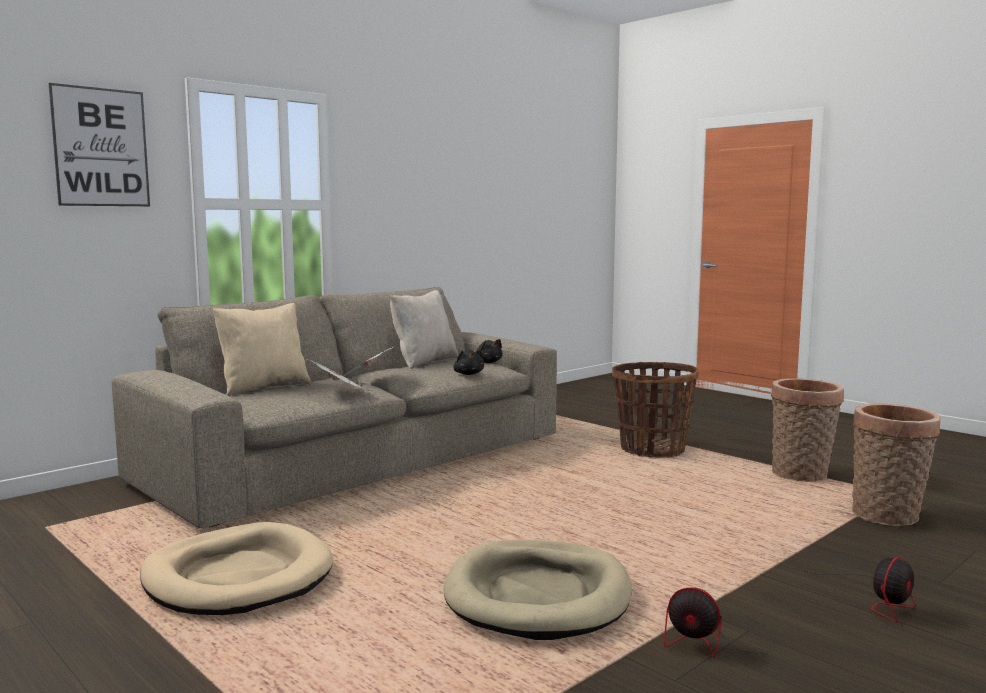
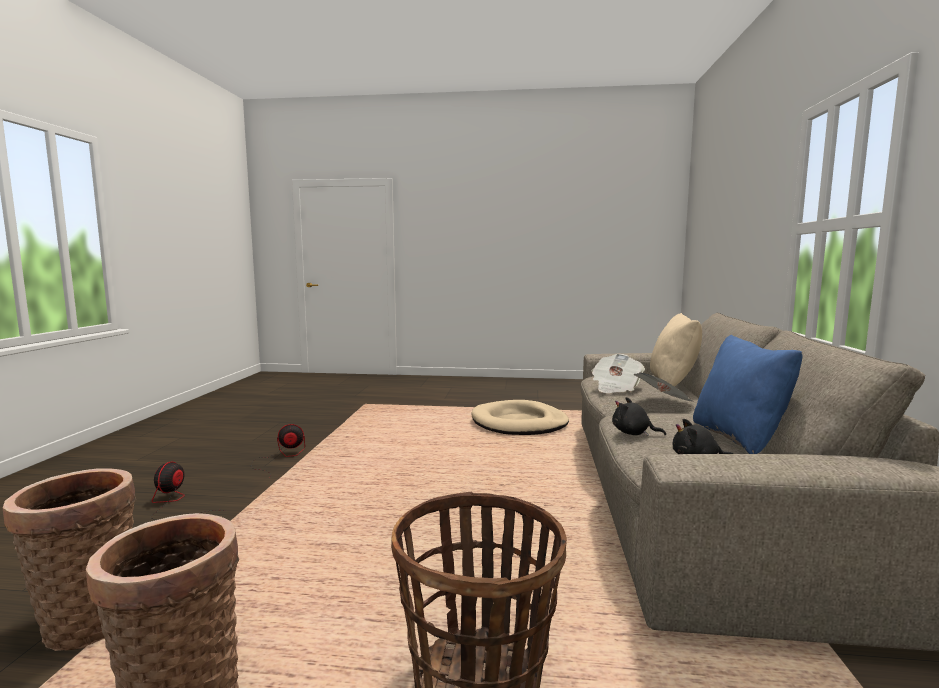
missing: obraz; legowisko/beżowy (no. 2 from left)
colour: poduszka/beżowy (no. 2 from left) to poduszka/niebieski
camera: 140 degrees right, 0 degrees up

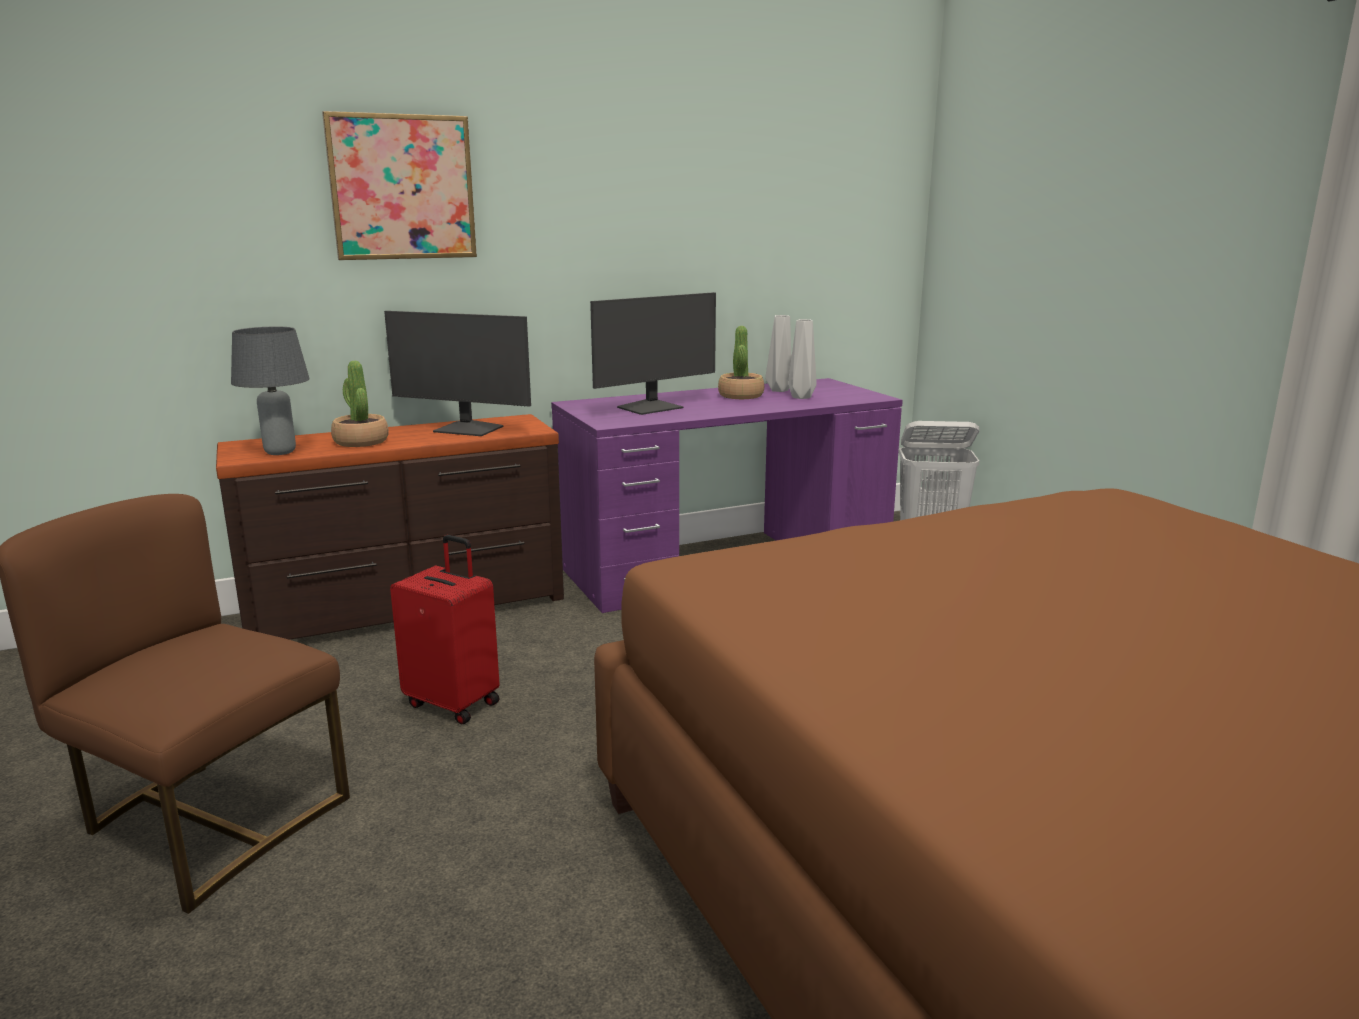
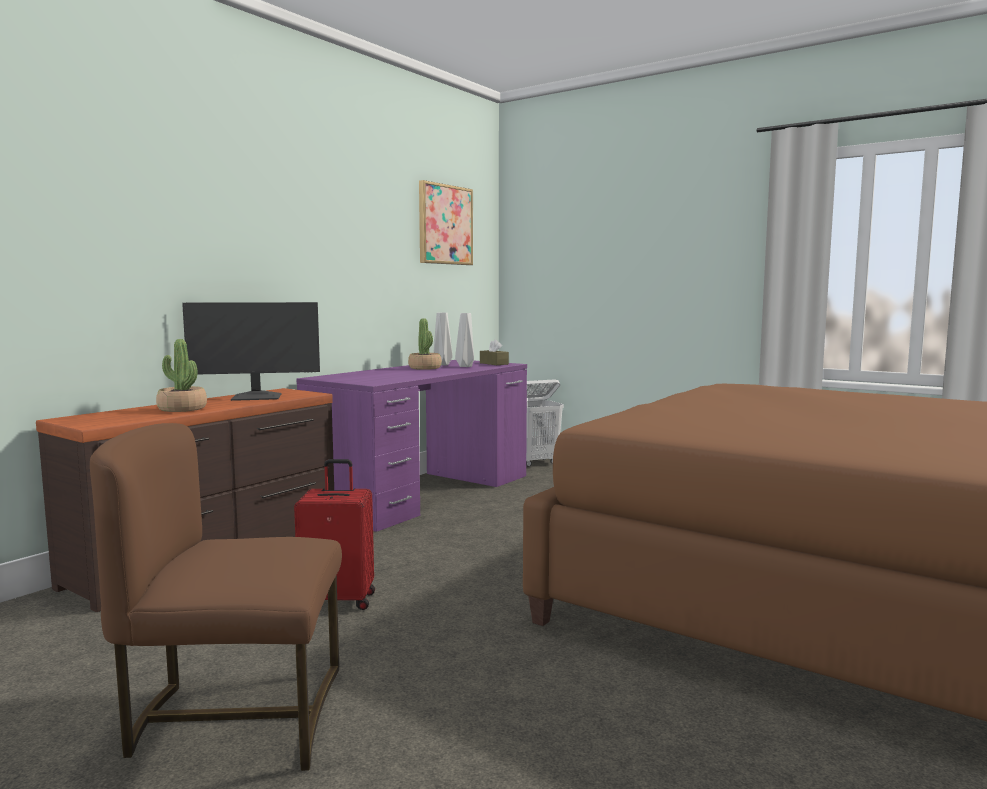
missing: monitor (no. 2 from left); lampa stołowa/szary
appeared: pudełko chusteczek/brązowy
relocated: obraz
camera: 30 degrees left, 10 degrees down

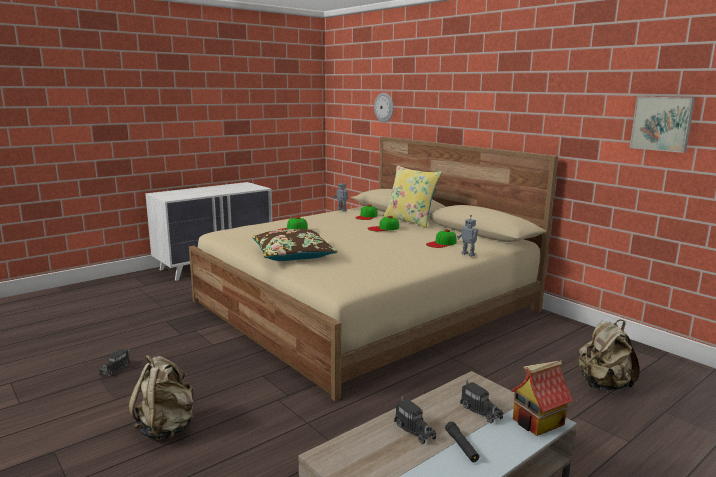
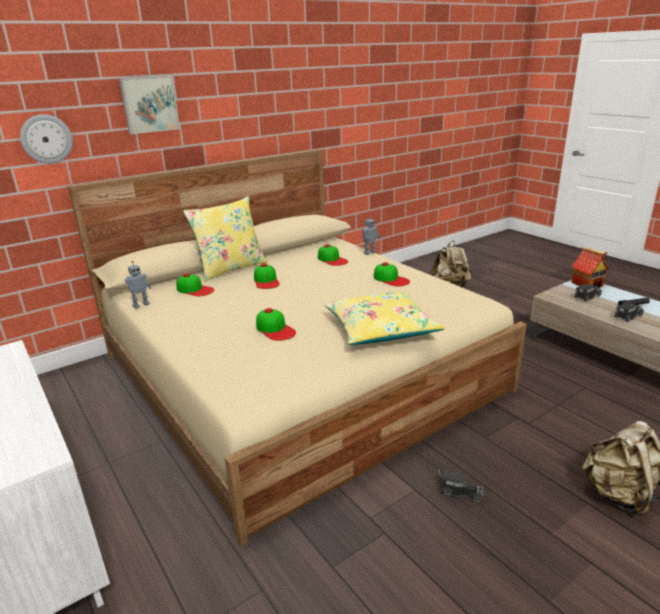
appeared: czapka z daszkiem (no. 5 from left)
relocated: obraz; ciężarówka zabawkowa (no. 1 from left)
colour: poduszka/brązowy to poduszka/żółty (no. 2 from left)
camera: 85 degrees left, 10 degrees up

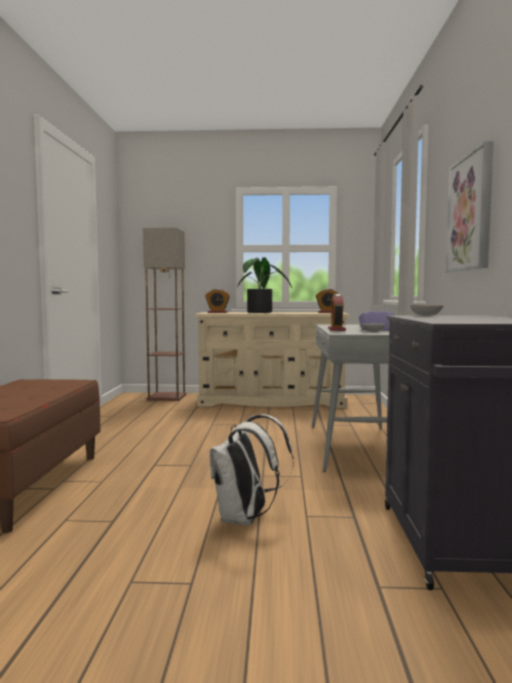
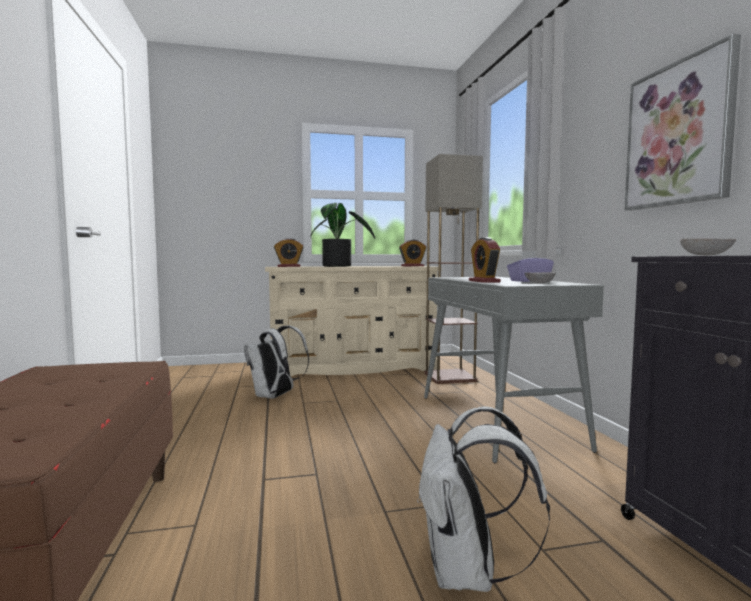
appeared: plecak/biały (no. 1 from left)
relocated: lampa stojąca
camera: 15 degrees left, 0 degrees up

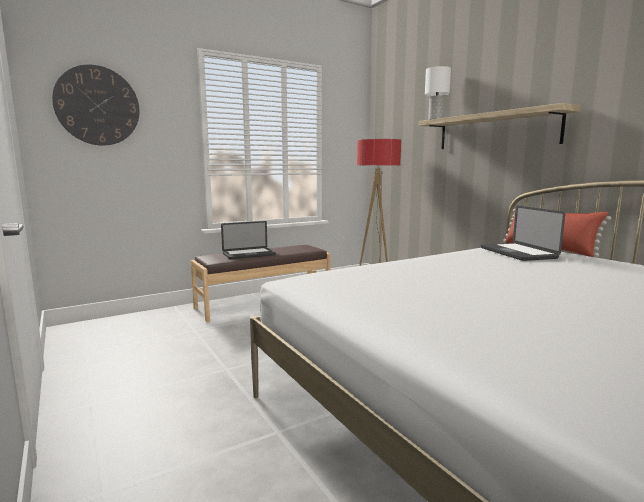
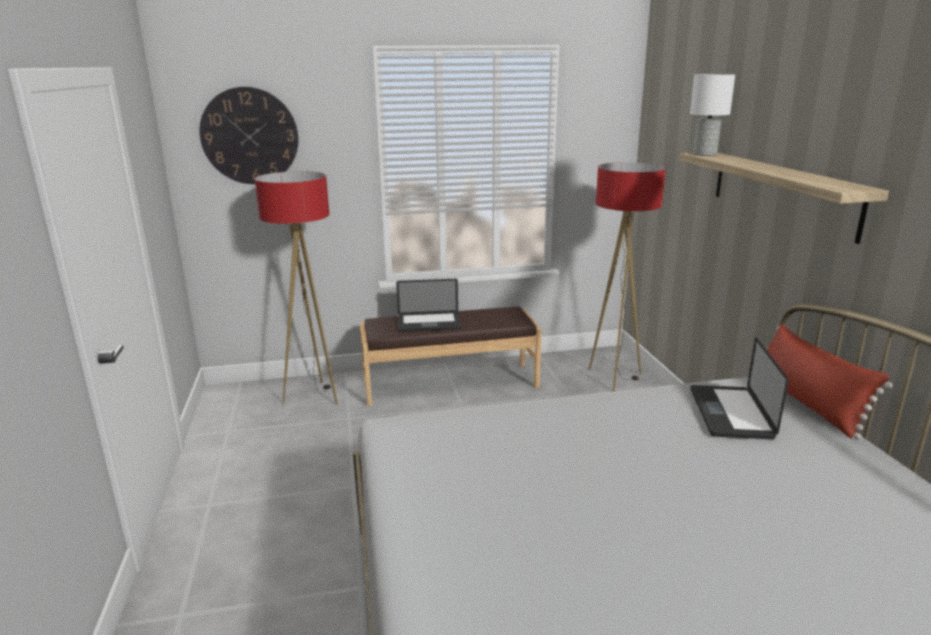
appeared: lampa stojąca (no. 1 from left)
camera: 20 degrees right, 10 degrees up

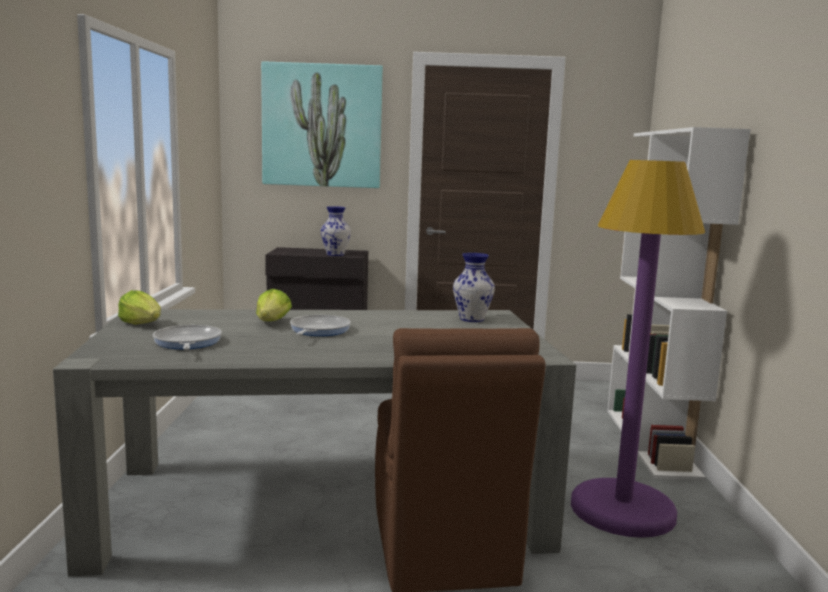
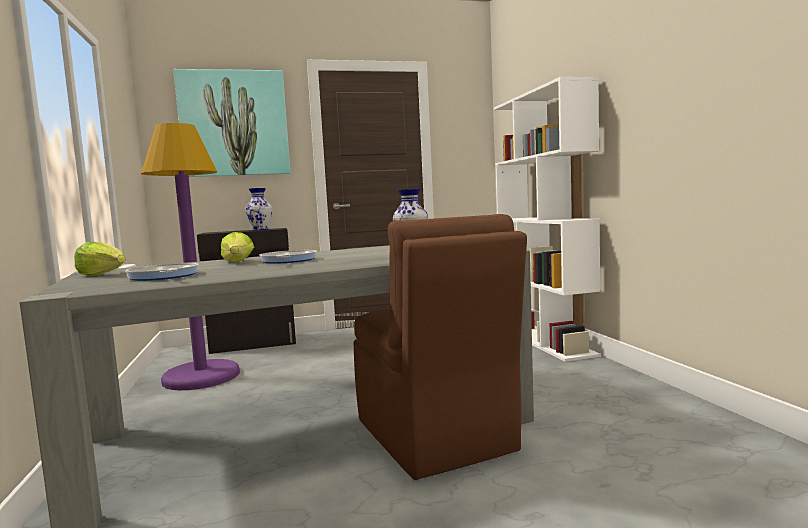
relocated: lampa stojąca/fioletowy
camera: 15 degrees left, 5 degrees down

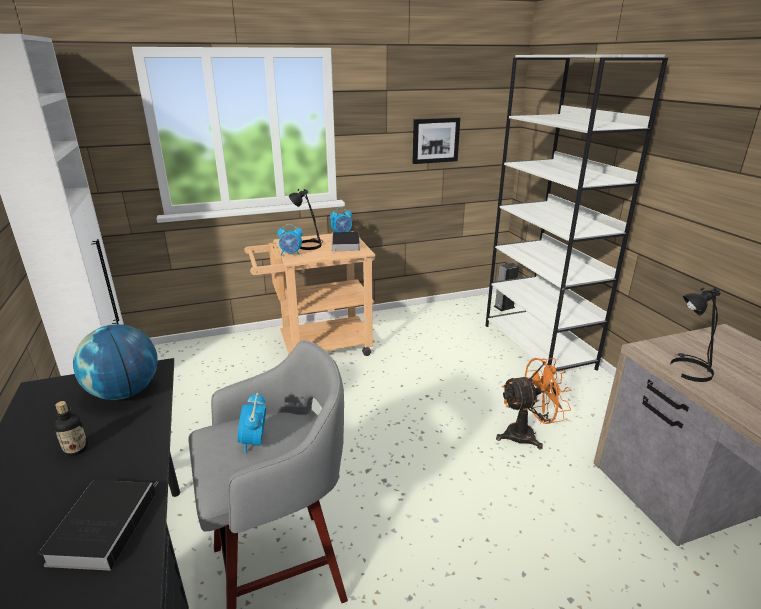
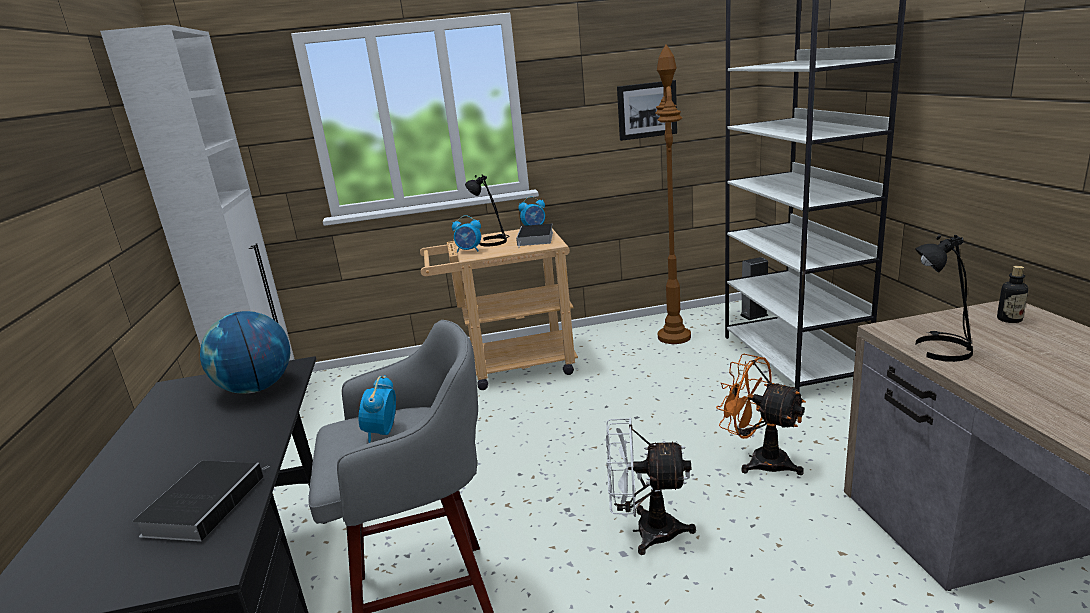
appeared: lampa stojąca/brązowy; wentylator/biały
relocated: butelka
spun: wentylator/pomarańczowy 135 degrees counterclockwise
camera: 10 degrees right, 5 degrees down

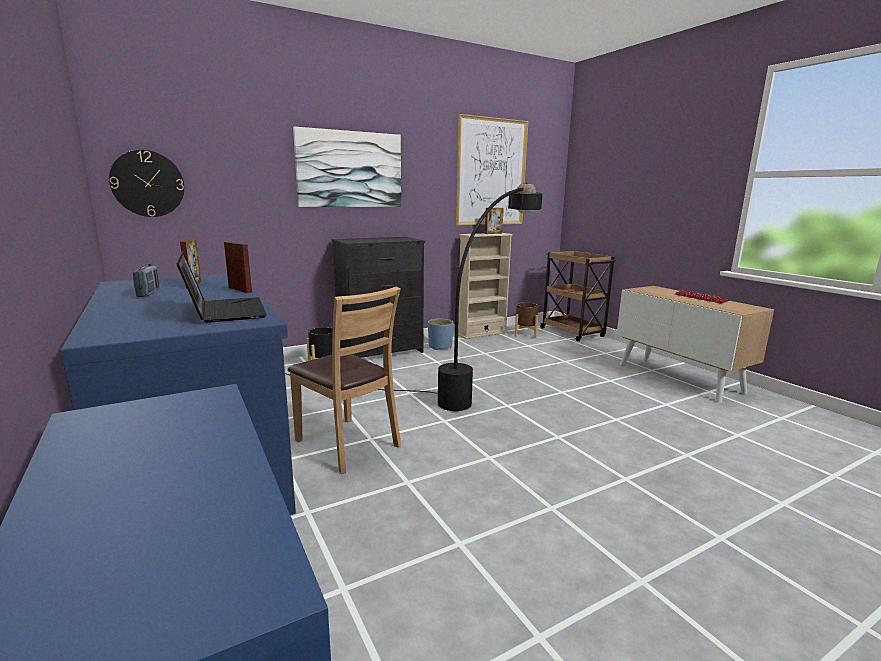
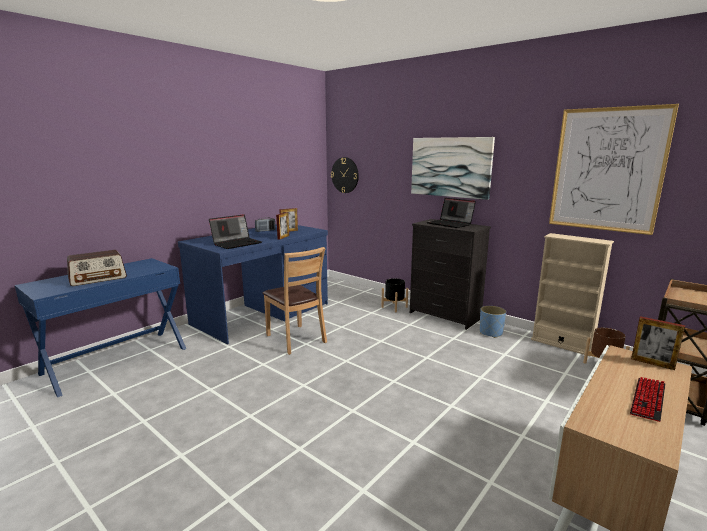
missing: lampa stojąca/czarny
appeared: laptop (no. 2 from left); radio (no. 1 from left)
relocated: ramka na zdjęcie (no. 3 from left)
spun: krzesło/brązowy 60 degrees counterclockwise
camera: 70 degrees right, 0 degrees up

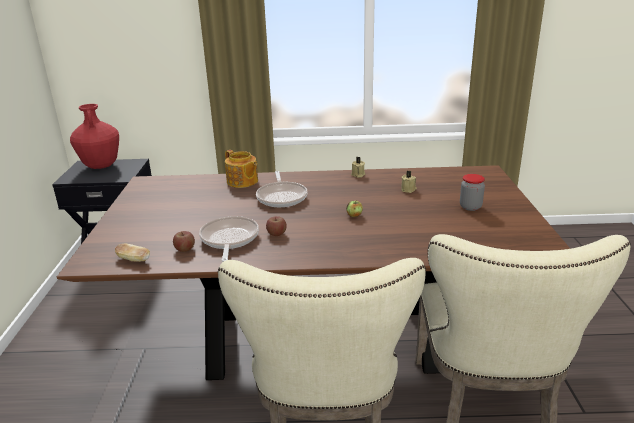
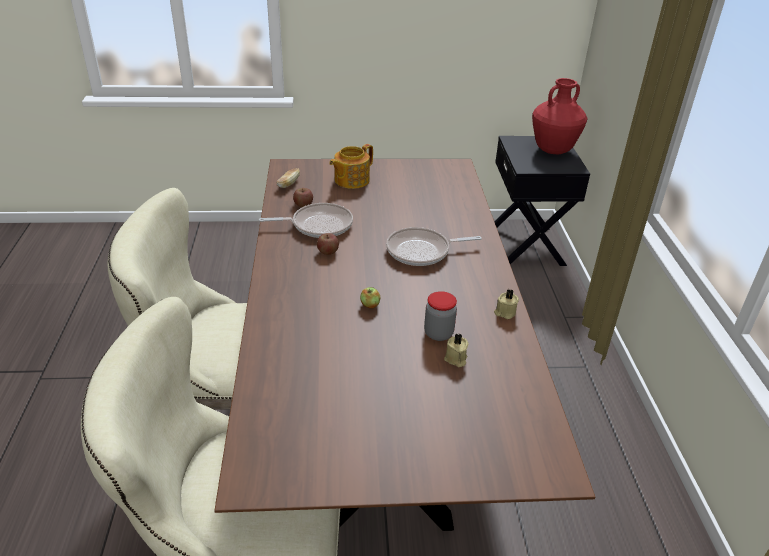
relocated: imbryk; słoik
camera: 85 degrees right, 10 degrees up

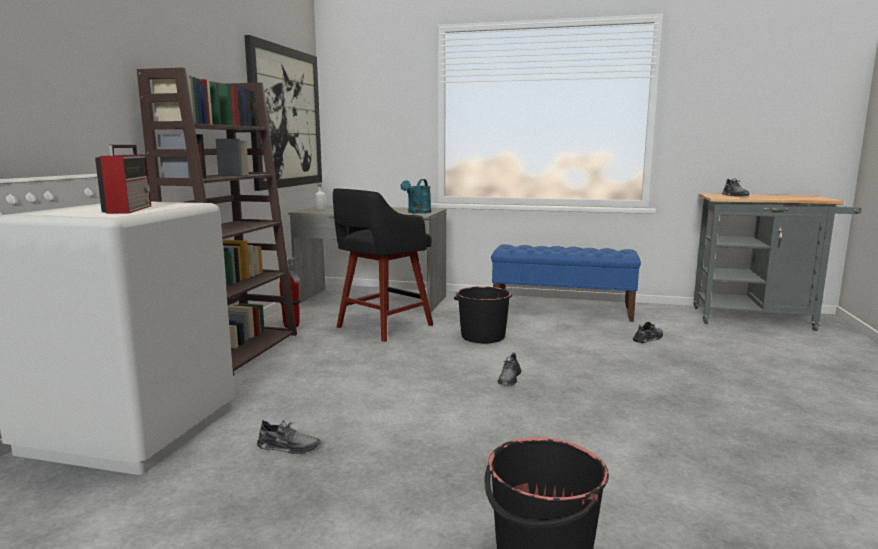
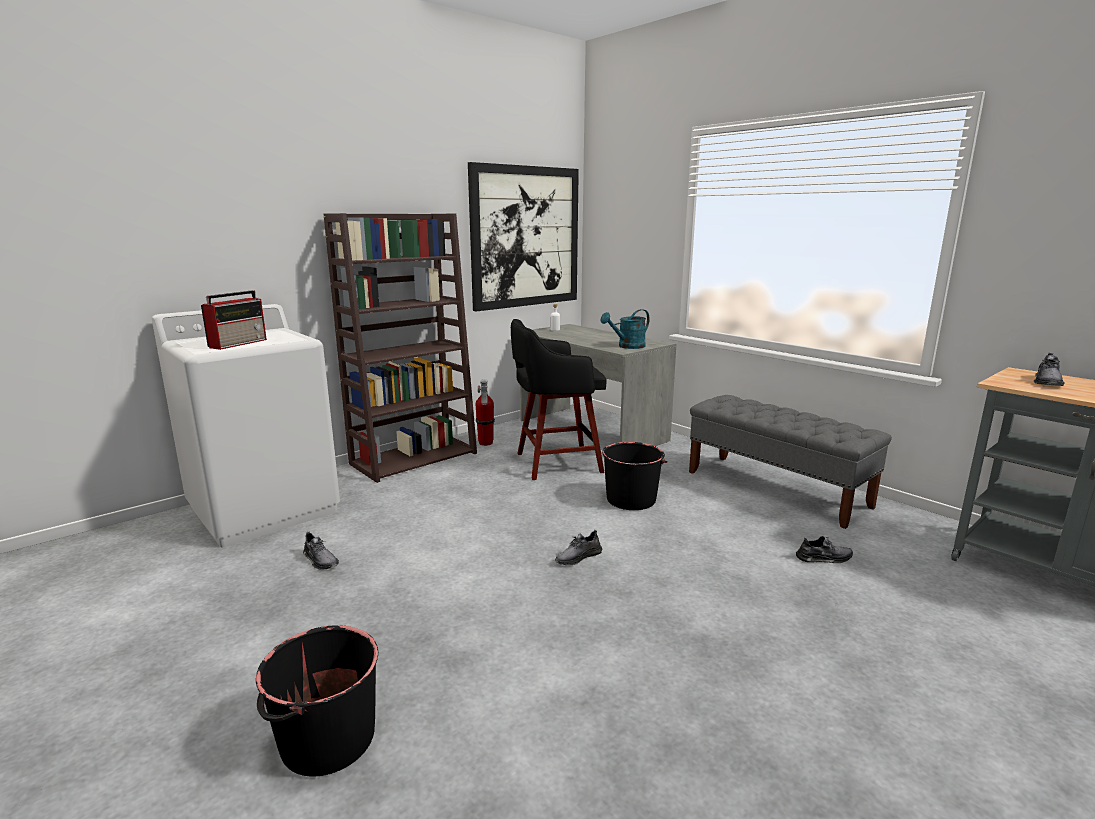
colour: ławka/niebieski to ławka/szary
camera: 35 degrees right, 5 degrees up

